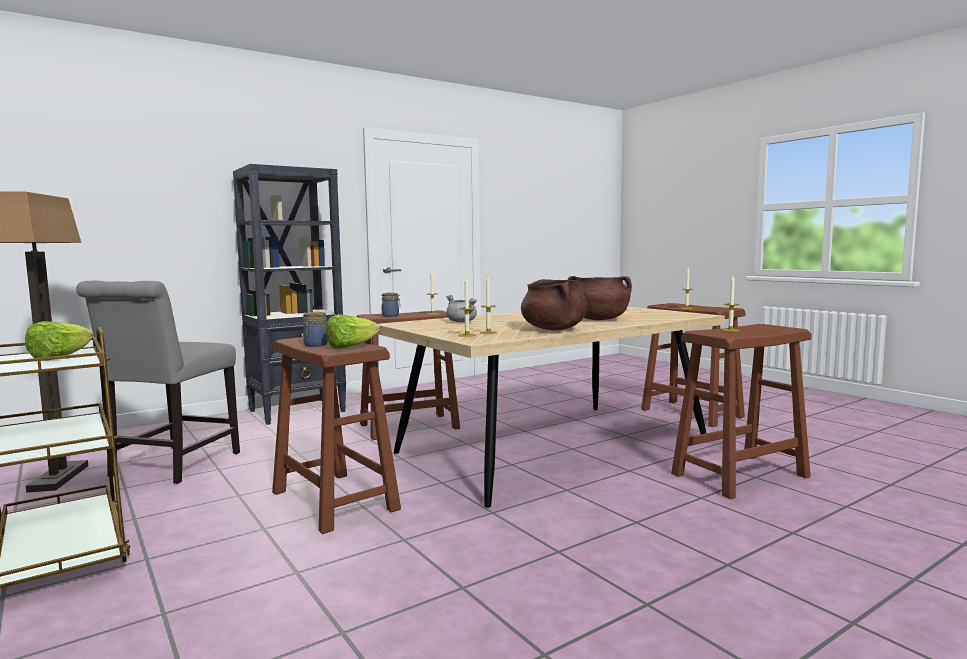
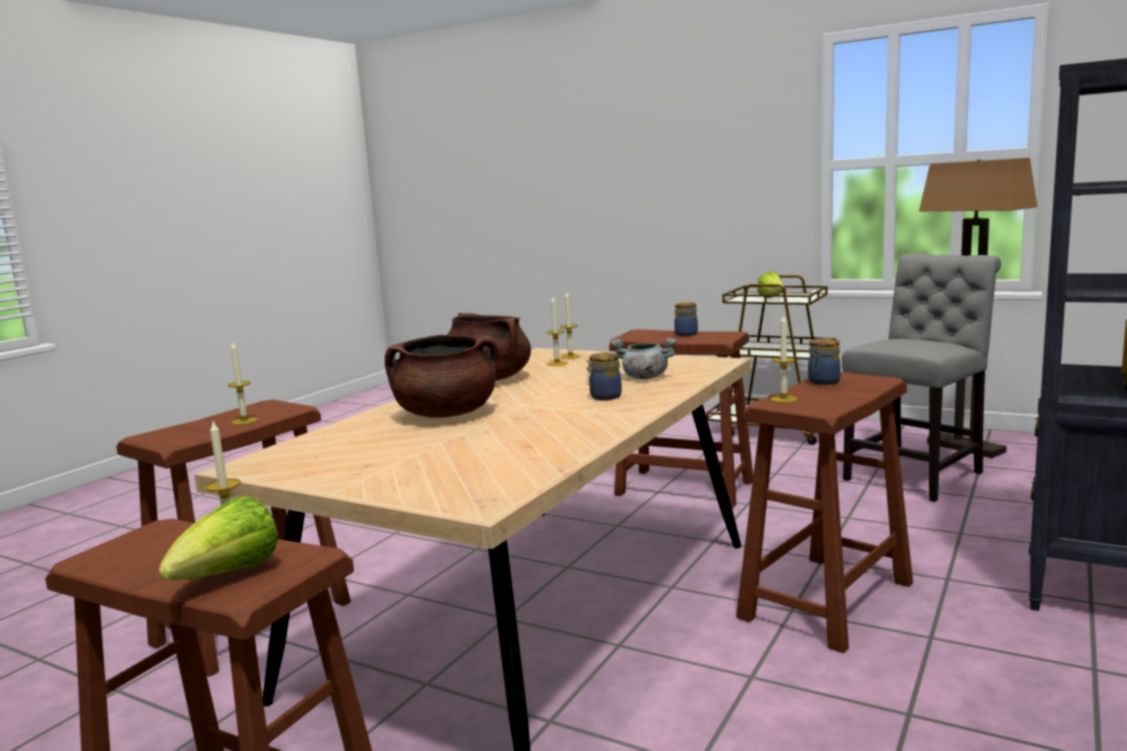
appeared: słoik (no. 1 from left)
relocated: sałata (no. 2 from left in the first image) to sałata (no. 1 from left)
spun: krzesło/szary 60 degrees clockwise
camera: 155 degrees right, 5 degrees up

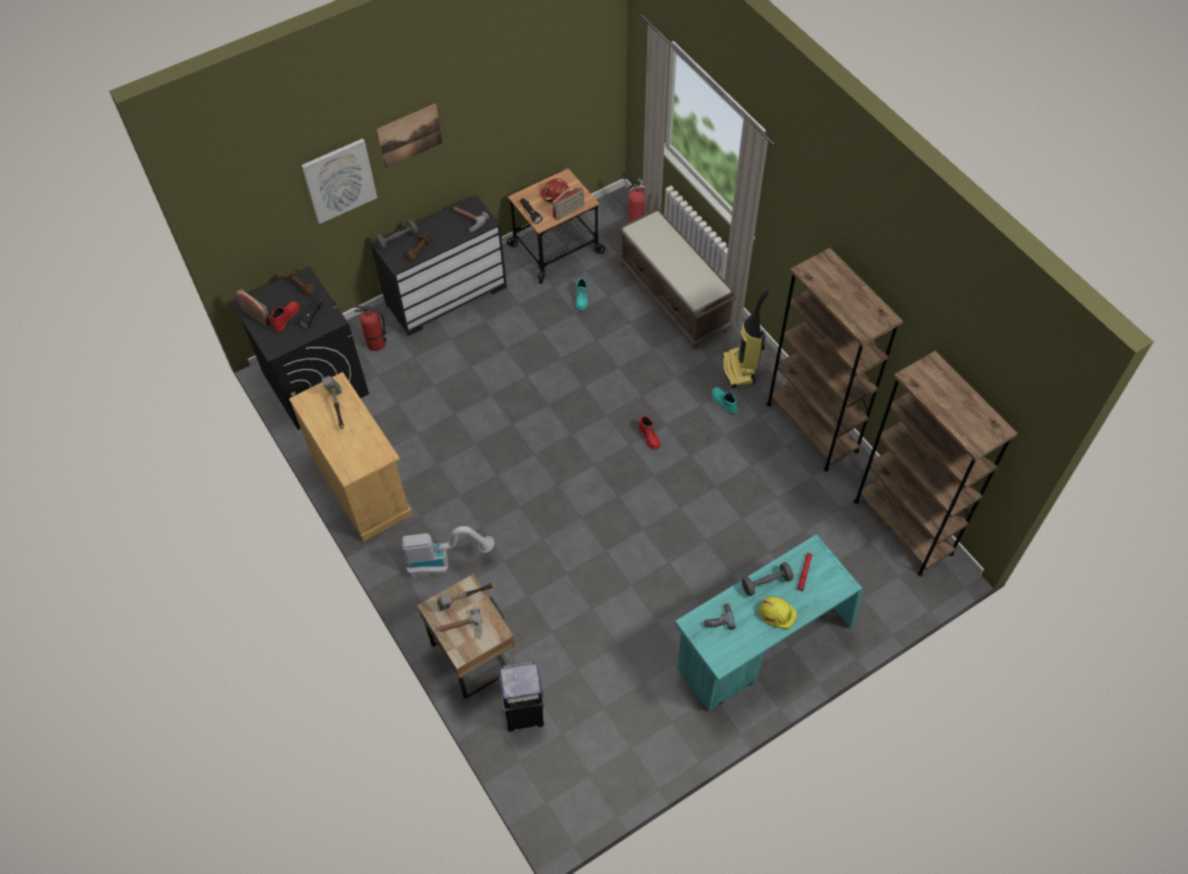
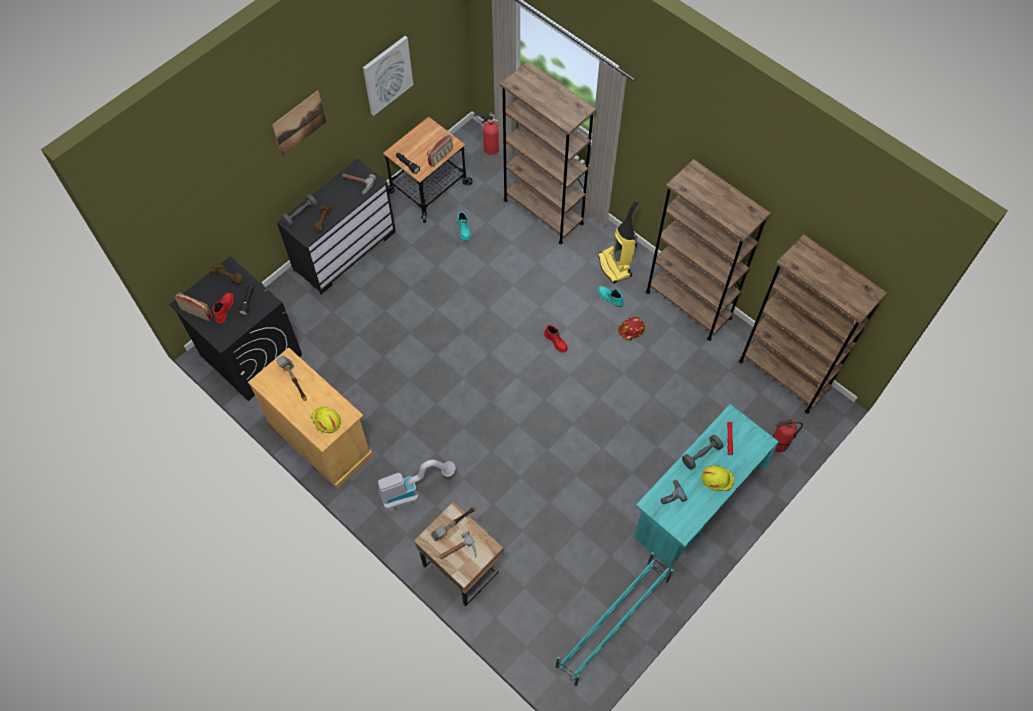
missing: kosz na śmieci/niebieski
appeared: kask/żółty (no. 1 from left); regał na buty/turkusowy
relocated: obraz (no. 1 from left in the first image) to obraz (no. 2 from left); kask/czerwony; gaśnica (no. 1 from left in the first image) to gaśnica (no. 2 from left)
exchanged: ławka/brązowy to regał/brązowy (no. 1 from left)
camera: 15 degrees left, 5 degrees up

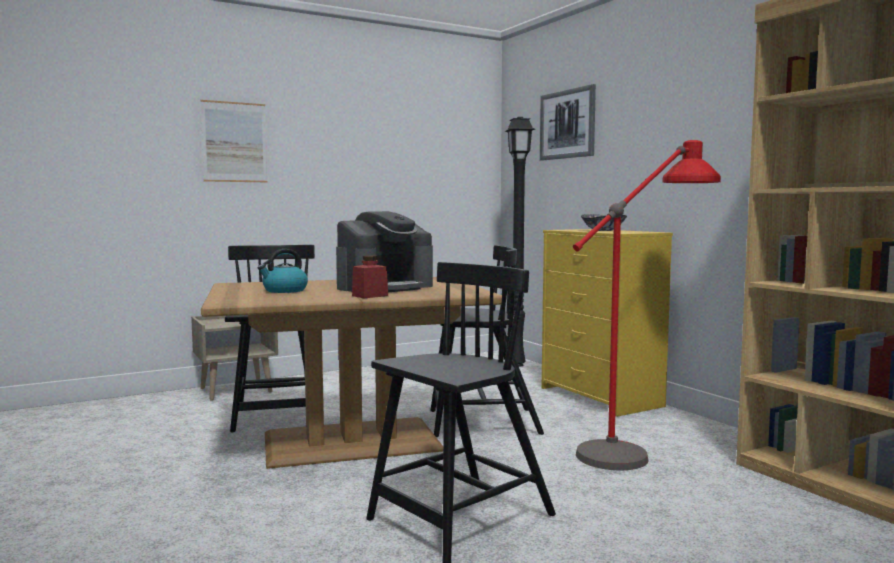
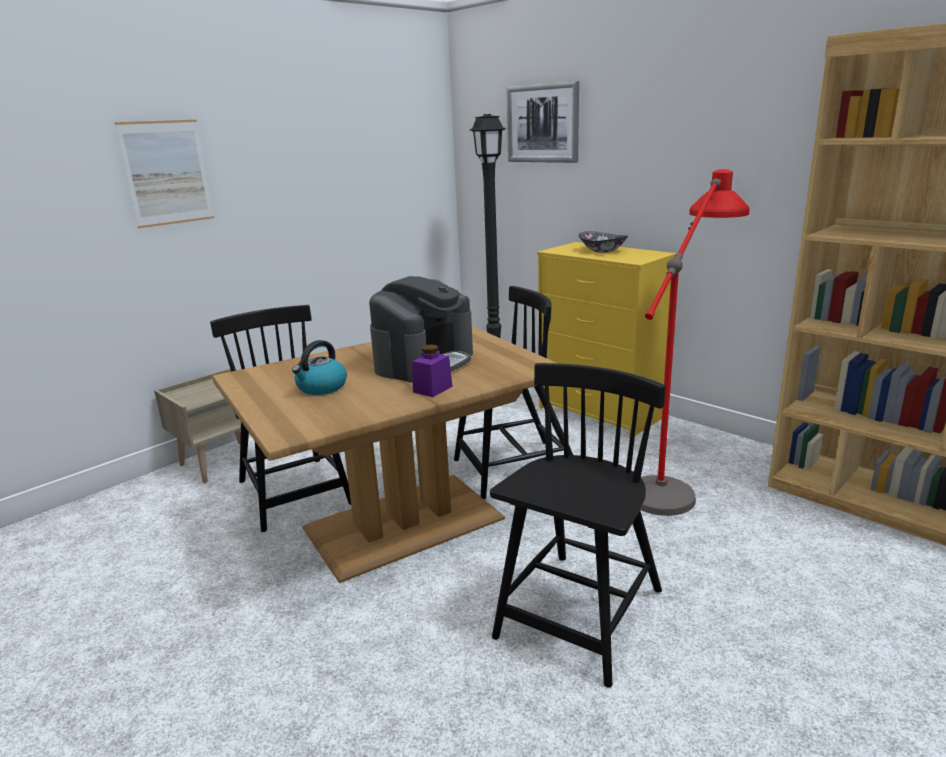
colour: słoik/czerwony to słoik/fioletowy
camera: 15 degrees left, 15 degrees up

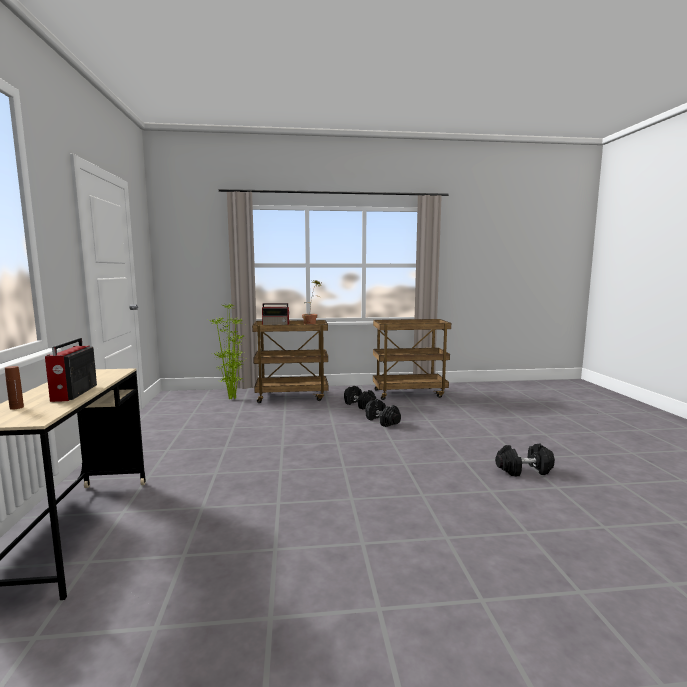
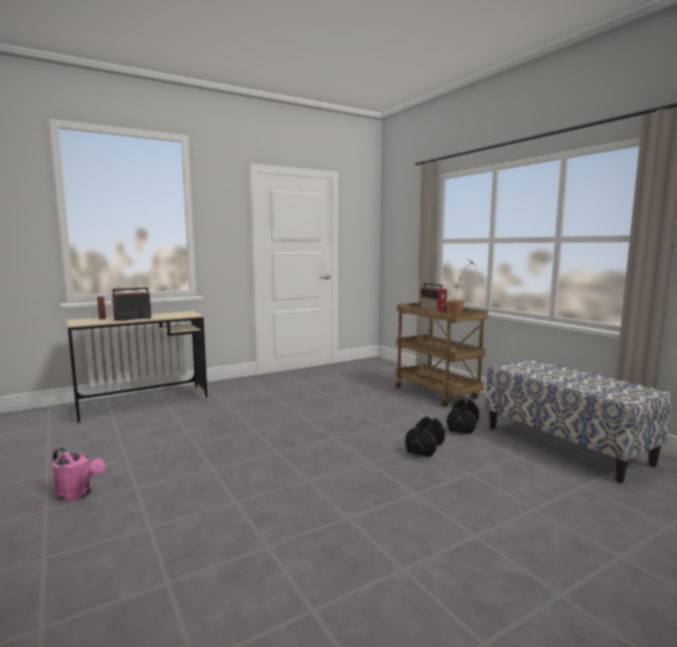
missing: roślina doniczkowa (no. 1 from left); hantel/czarny (no. 3 from left)
appeared: konewka/różowy
exchanged: wózek/brązowy (no. 2 from left) to ławka
camera: 65 degrees right, 0 degrees up

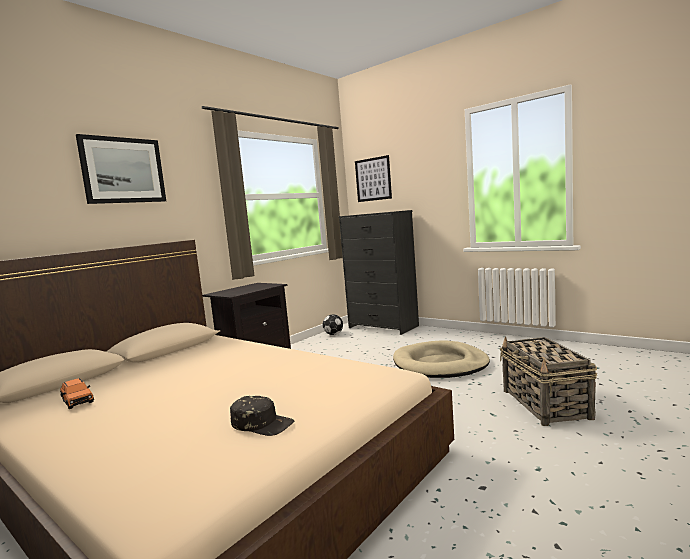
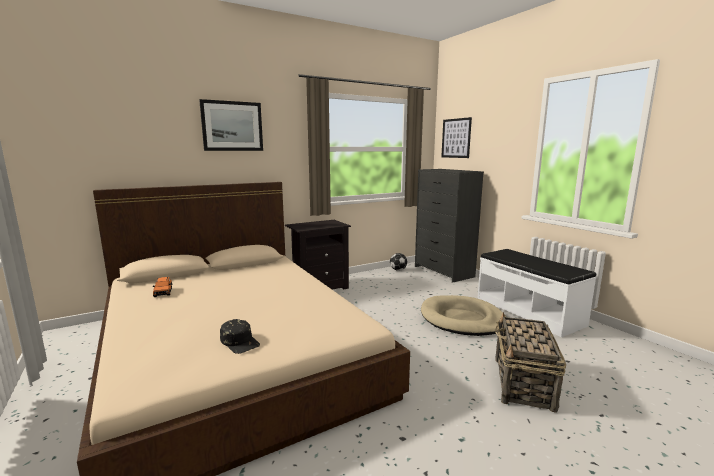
appeared: ławka/biały
camera: 20 degrees right, 5 degrees up

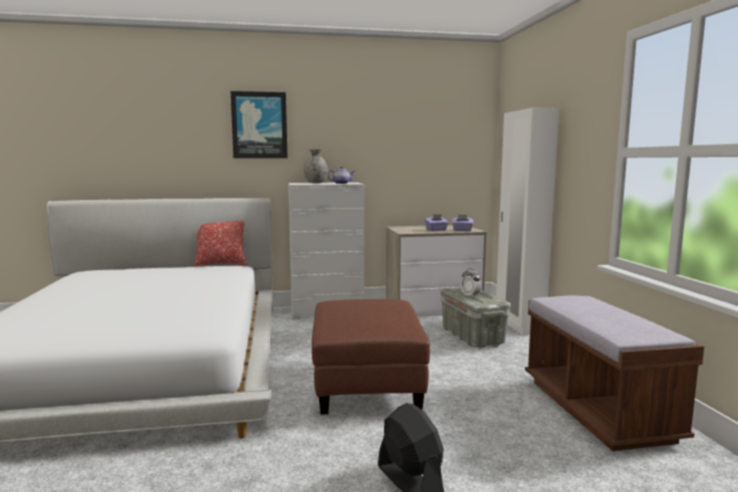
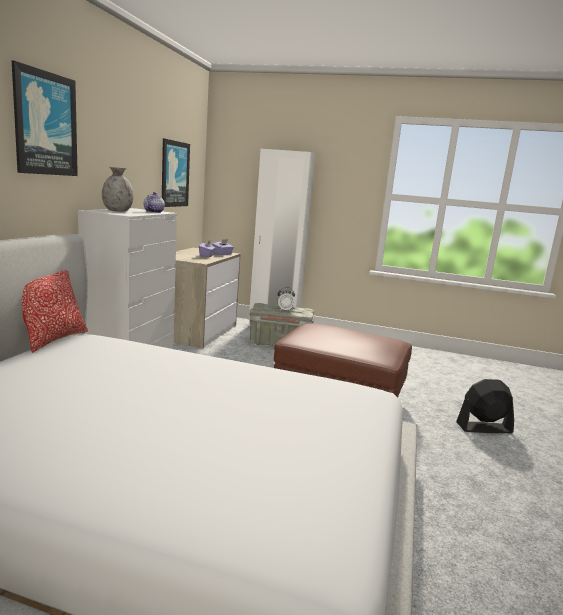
missing: ławka/brązowy
appeared: obraz (no. 2 from left)
camera: 65 degrees left, 5 degrees up

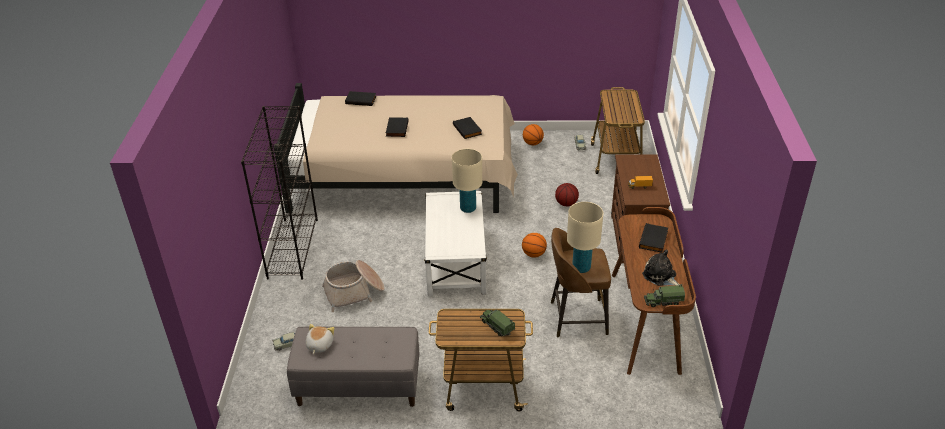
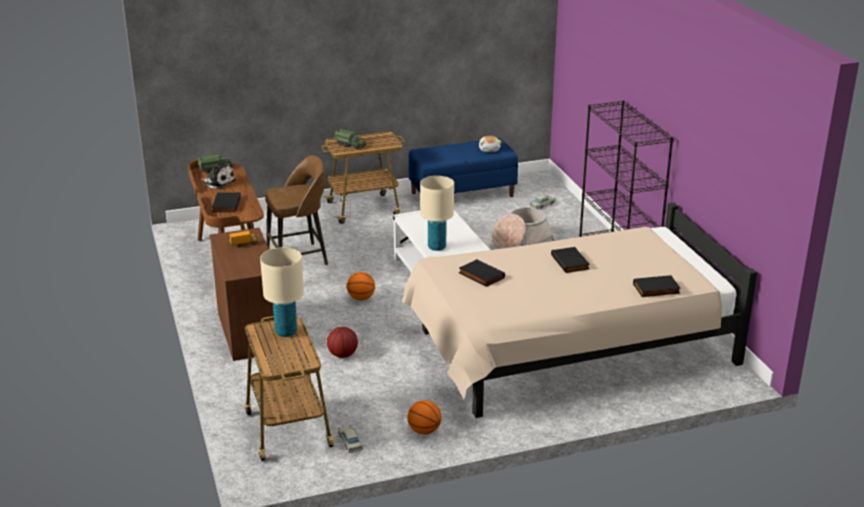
relocated: lampa stołowa/beżowy (no. 2 from left in the first image) to lampa stołowa/beżowy (no. 1 from left)
colour: ławka/szary to ławka/niebieski
camera: 160 degrees right, 10 degrees down

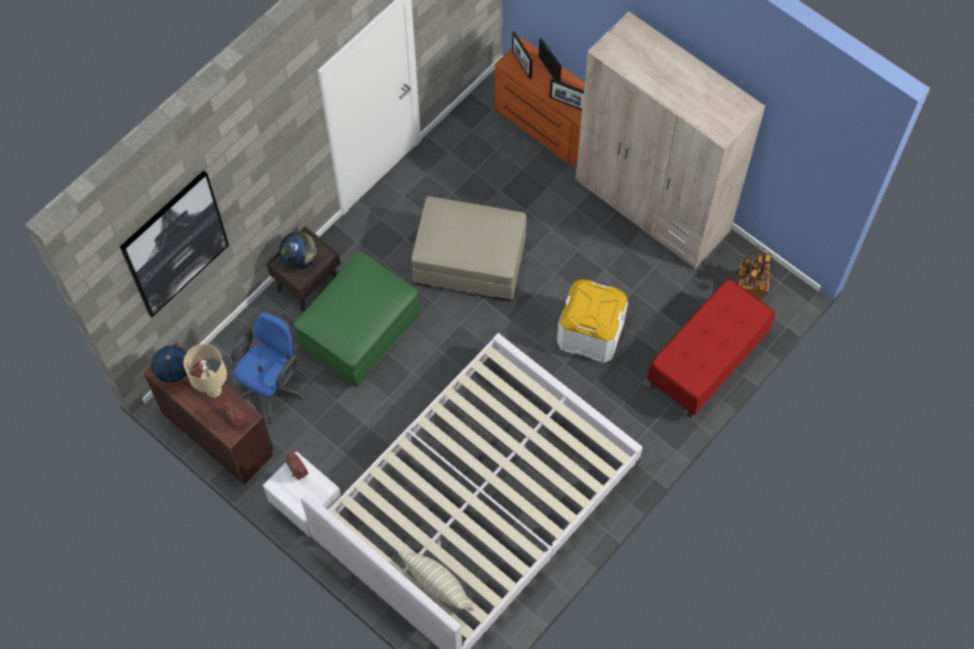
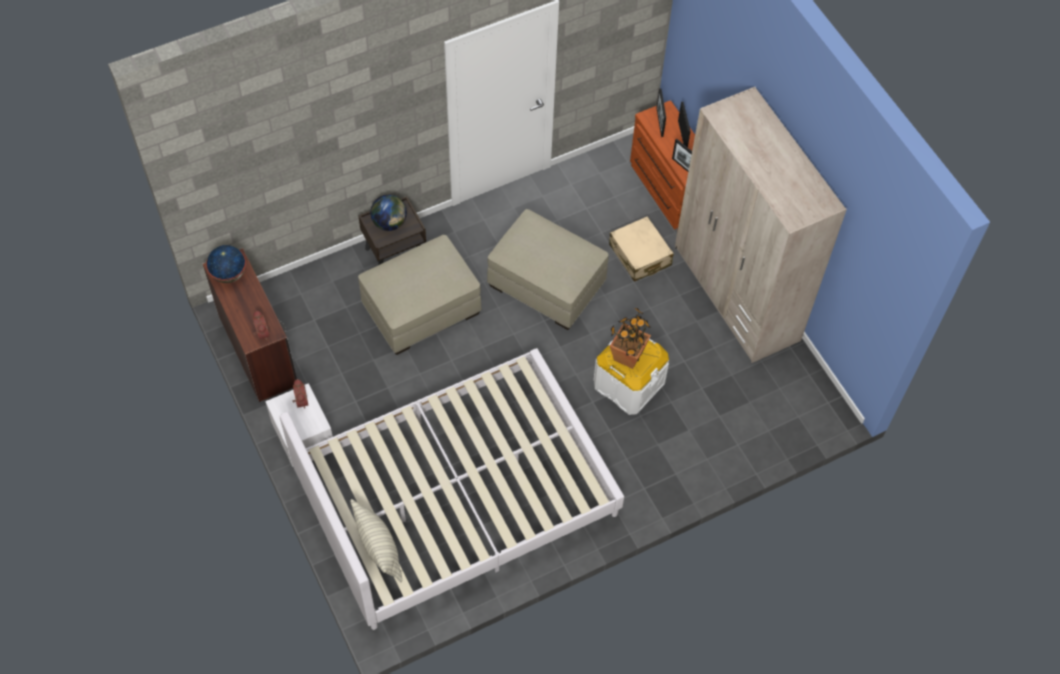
missing: obraz; ławka/czerwony; krzesło biurowe/niebieski; lampa stołowa/beżowy
appeared: walizka/beżowy
relocated: roślina doniczkowa
colour: pufa/zielony to pufa/beżowy (no. 1 from left)
camera: 20 degrees right, 5 degrees down

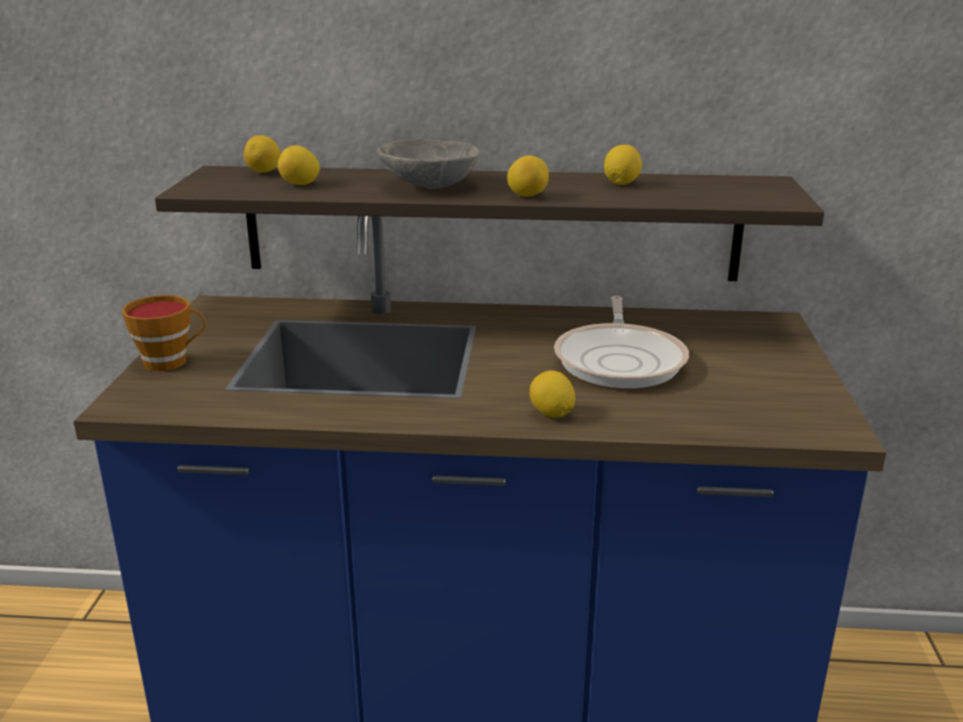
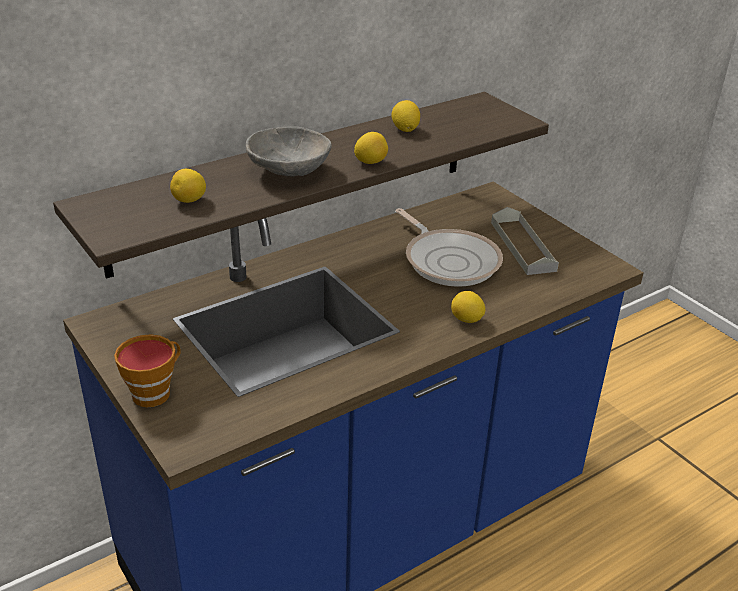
missing: cytryna (no. 1 from left)
appeared: taca/szary
camera: 40 degrees left, 10 degrees up

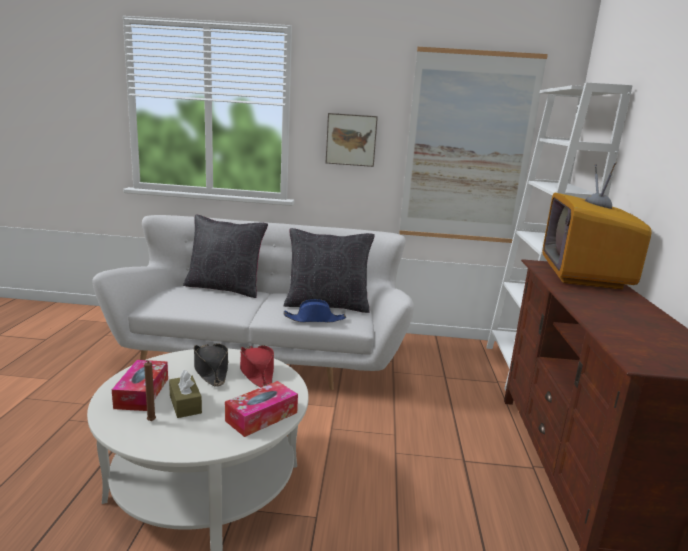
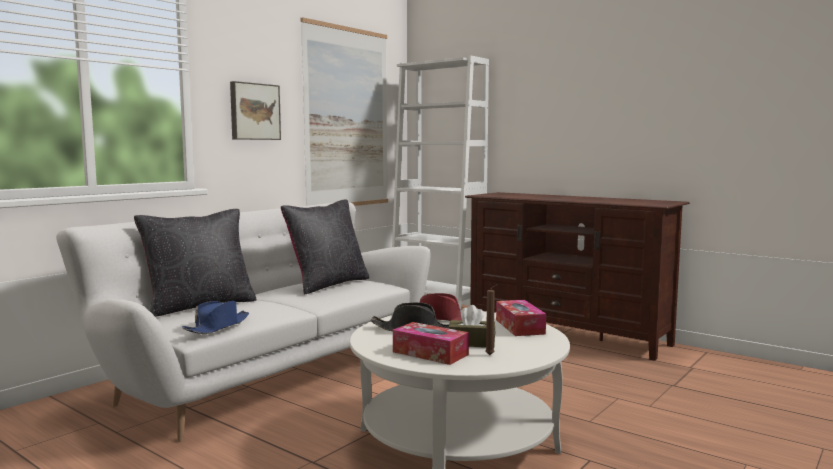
missing: telewizor
relocated: kapelusz/niebieski
camera: 55 degrees left, 10 degrees down

